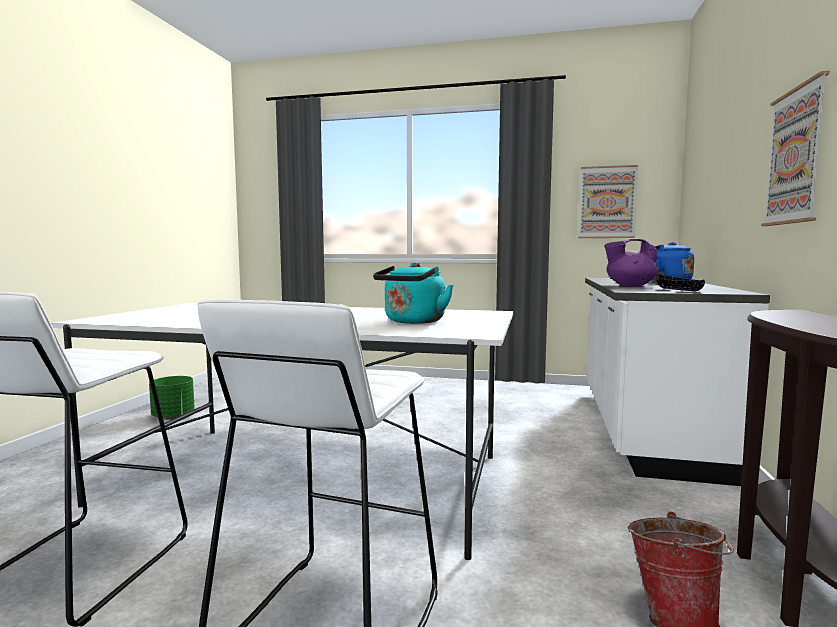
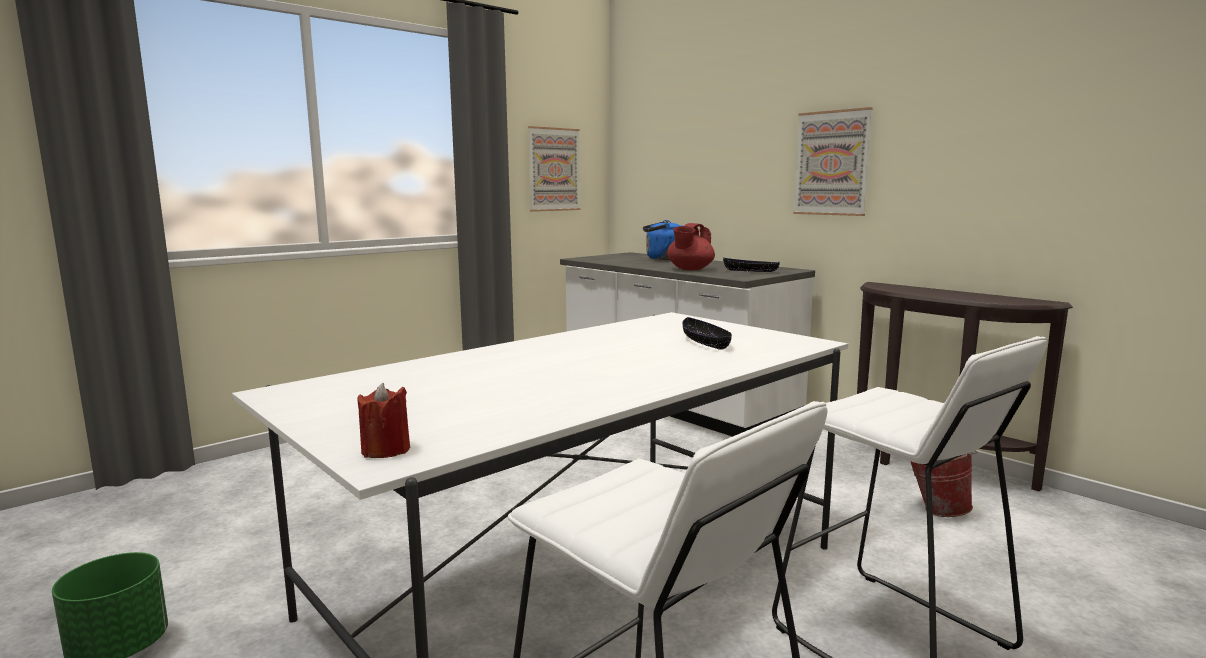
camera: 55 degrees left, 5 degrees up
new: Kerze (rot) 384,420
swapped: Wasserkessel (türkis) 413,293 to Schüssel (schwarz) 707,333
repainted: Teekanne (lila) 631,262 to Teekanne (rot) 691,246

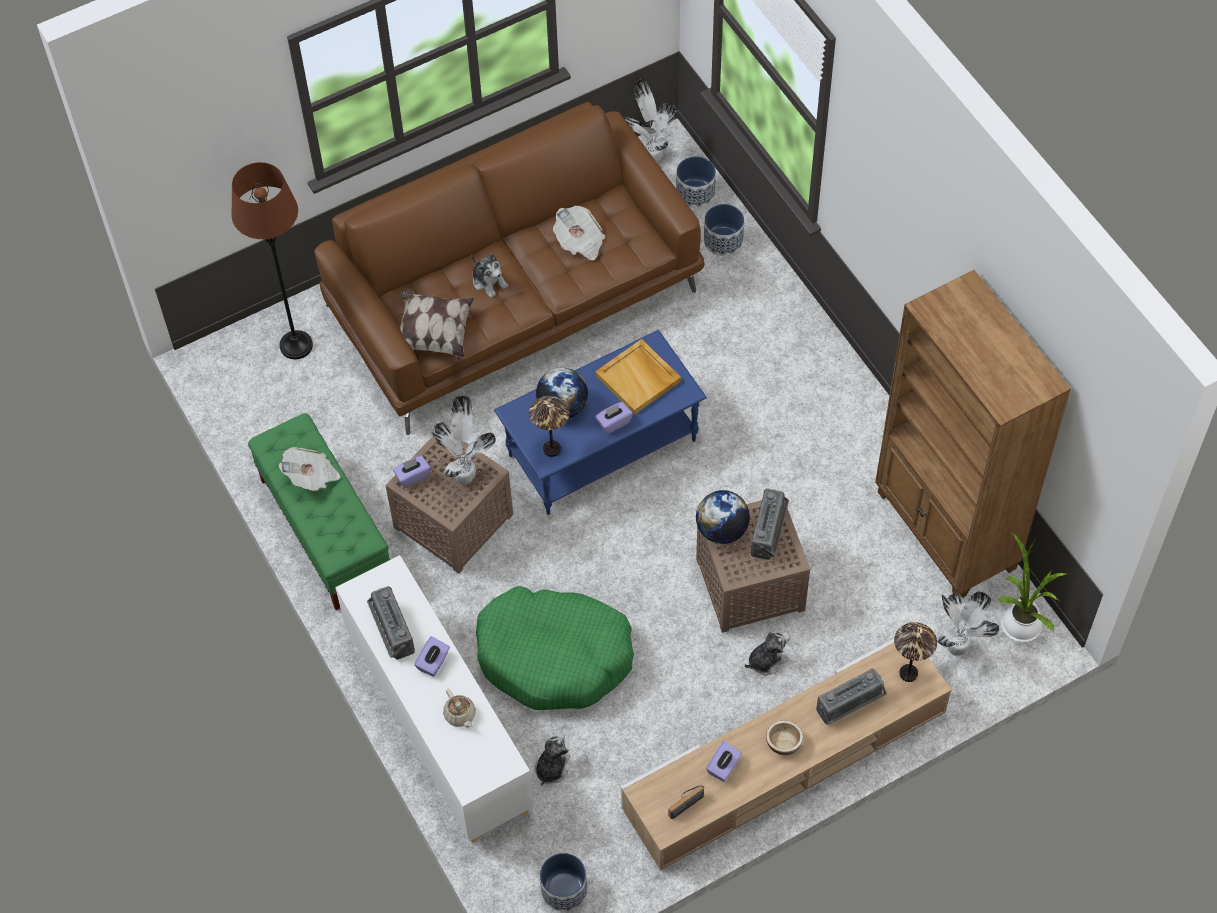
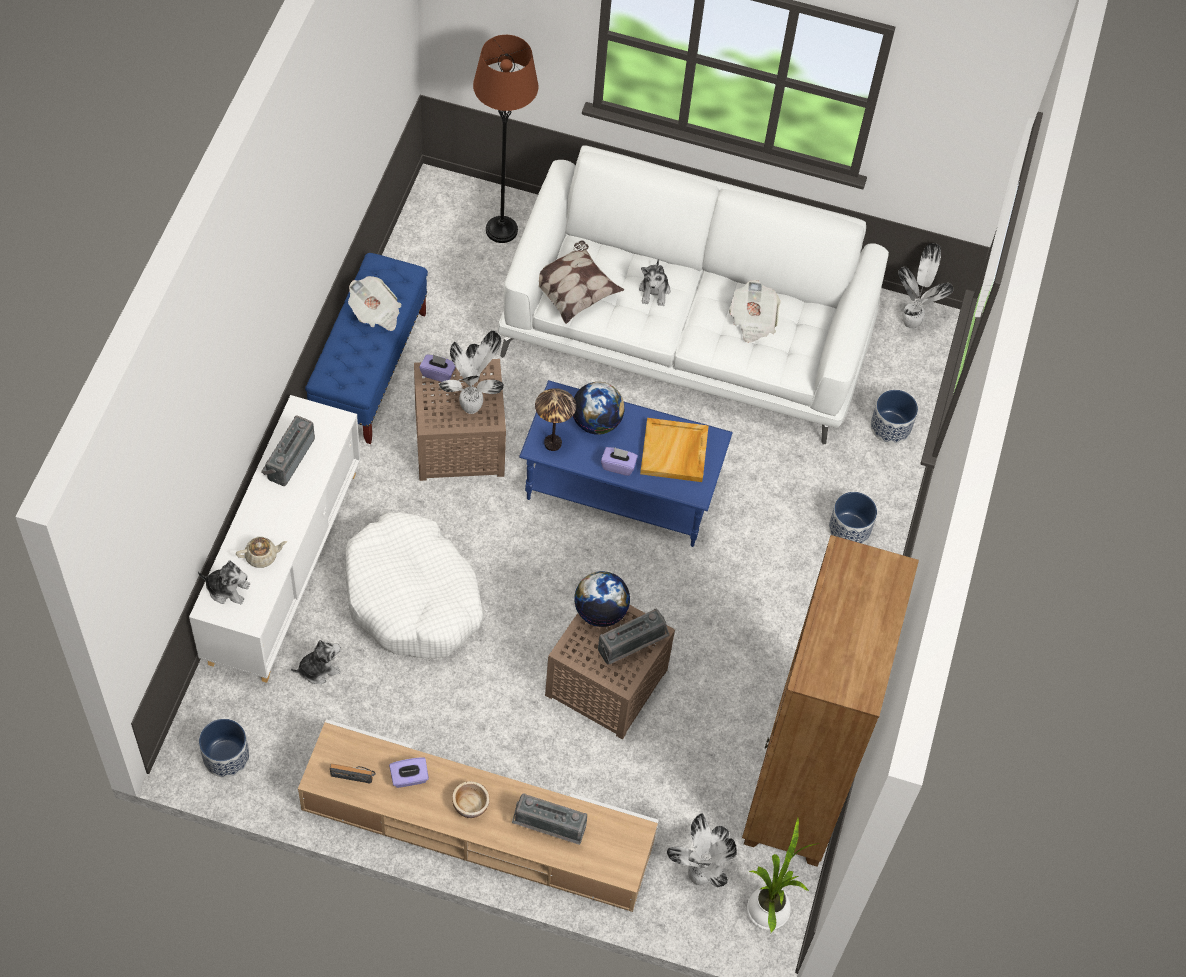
camera: 40 degrees right, 0 degrees up
gone: Taschentuchbox (lila) 432,656; Tischlampe 915,652
shifted: Pflanzkübel 696,182 to 853,518; Plüschtier 767,653 to 224,582
repainted: Bank (grün) 319,511 to Bank (blau) 366,348; Sofa (braun) 509,268 to Sofa (weiß) 693,295; Hundebett (grün) 555,648 to Hundebett (weiß) 415,586
rotated: Teekanne (beige) 459,708 = 261,552 120 degrees counterclockwise

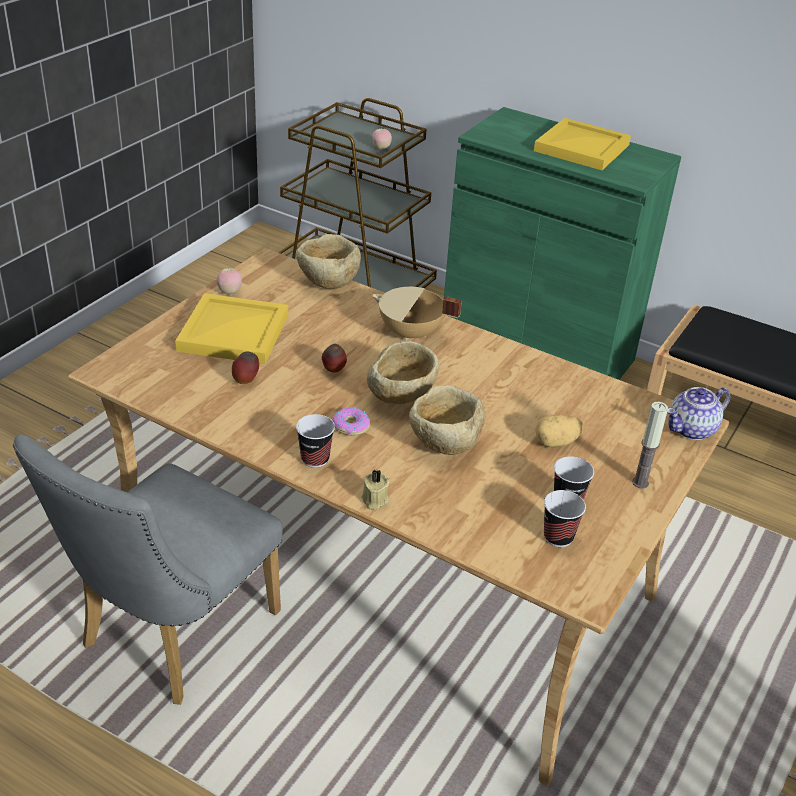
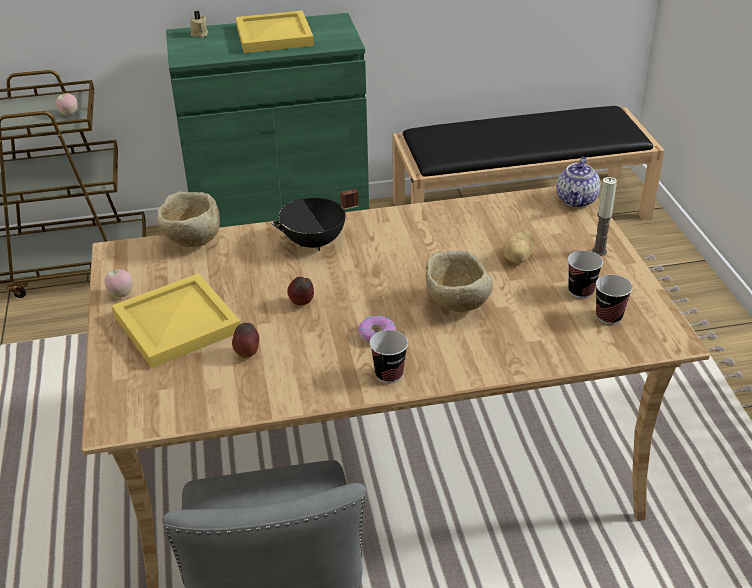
camera: 40 degrees left, 0 degrees up
gone: Schüssel (beige) 403,372
shifted: Kerze (beige) 375,489 to 199,24
repainted: Kochtopf (beige) 417,314 to Kochtopf (schwarz) 315,220

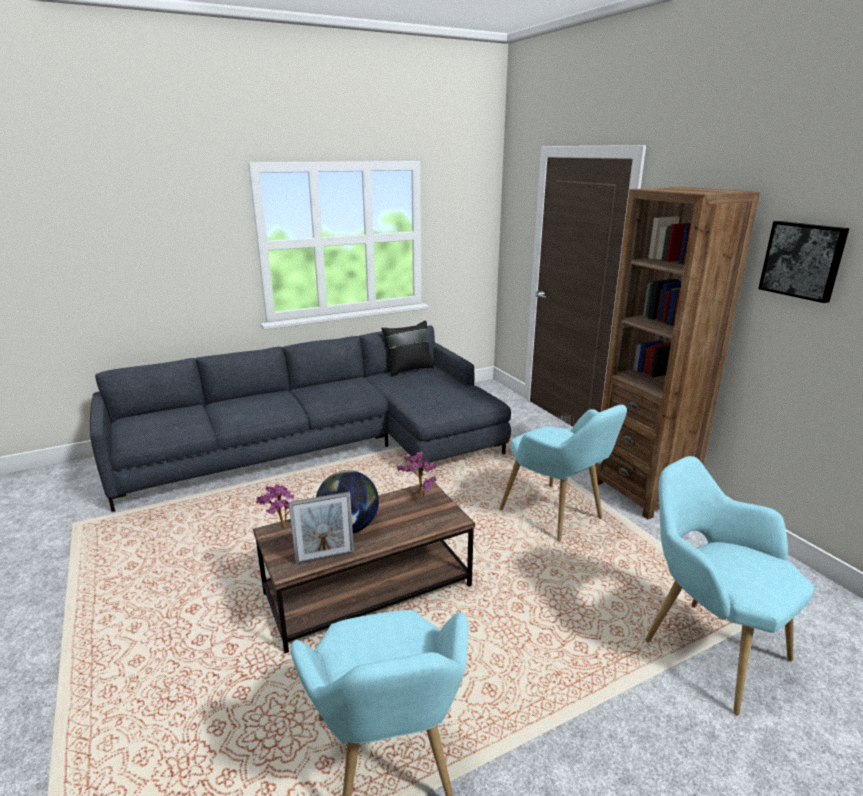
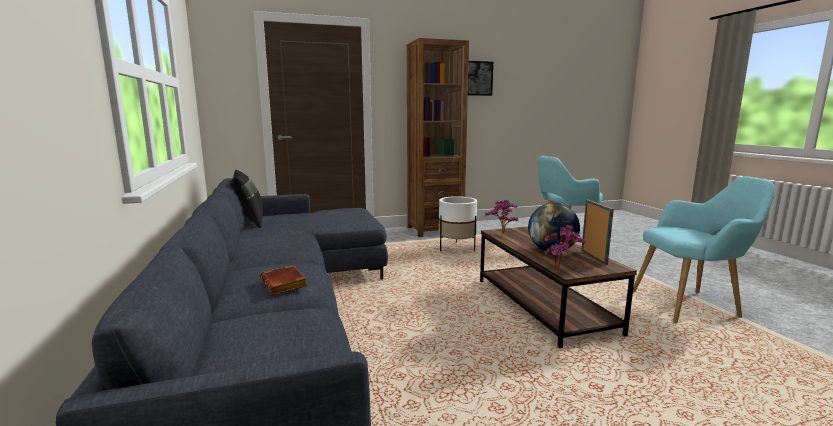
camera: 80 degrees left, 10 degrees down
new: Buch (braun) 283,280
swapped: Sessel (türkis) 563,473 to Pflanzkübel (weiß) 458,224

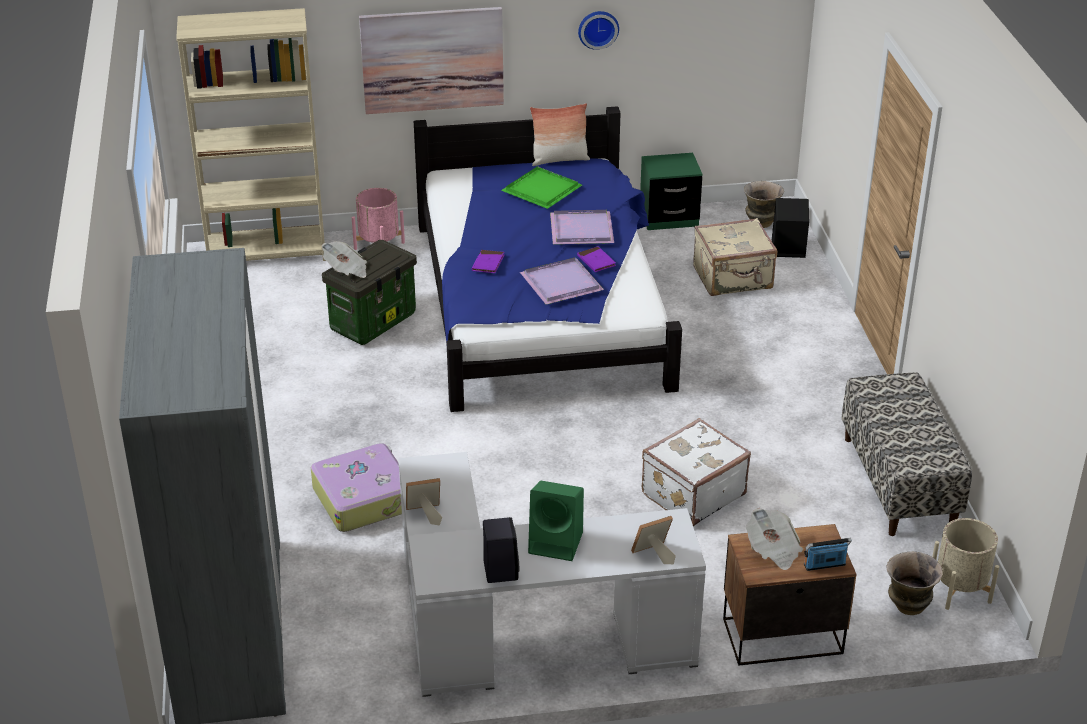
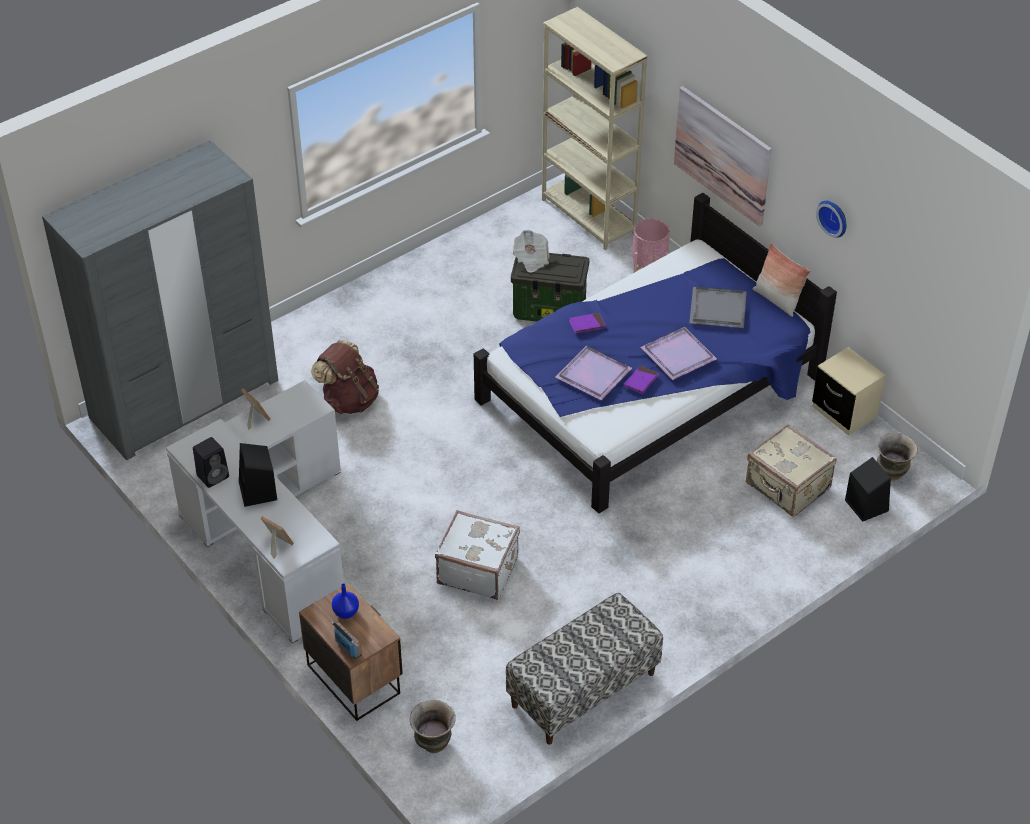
camera: 60 degrees right, 10 degrees up
gone: Pflanzkübel (beige) 965,564
swapped: Koffer 356,487 to Rucksack (braun) 345,377; Zeitung 774,539 to Vase (blau) 345,601
repainted: Tablett (grün) 541,187 to Tablett (grau) 717,307; Lautsprecher (grün) 556,521 to Lautsprecher (schwarz) 258,475; Nachttisch (grün) 671,191 to Nachttisch (beige) 849,391

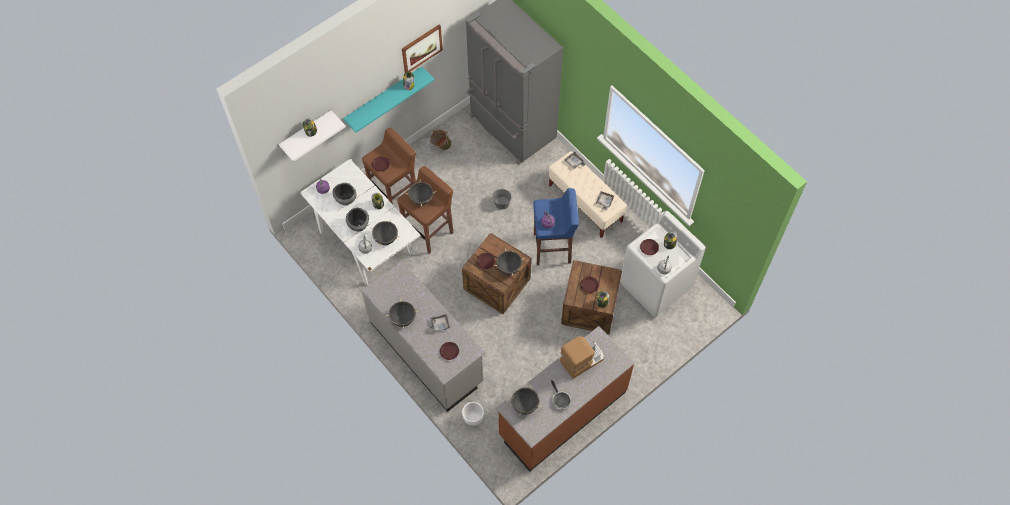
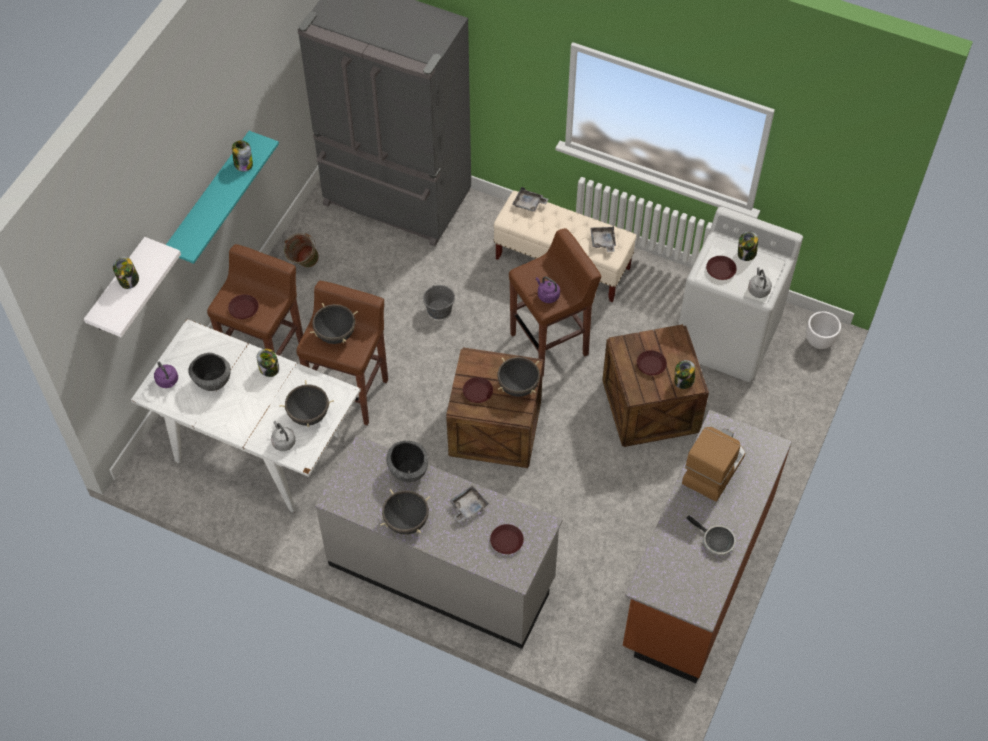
camera: 25 degrees left, 5 degrees down
gone: Bild 422,49; Kochtopf (schwarz) 525,400
shifted: Schüssel 357,219 to 407,461; Pflanzkübel (weiß) 473,414 to 823,330
repainted: Hocker (blau) 556,227 to Hocker (braun) 555,302

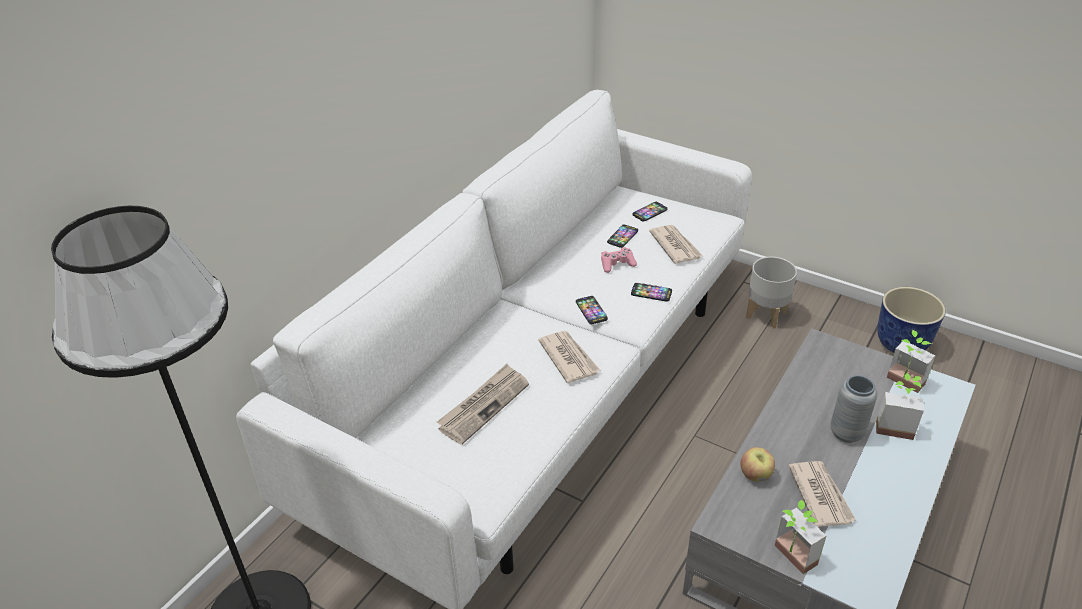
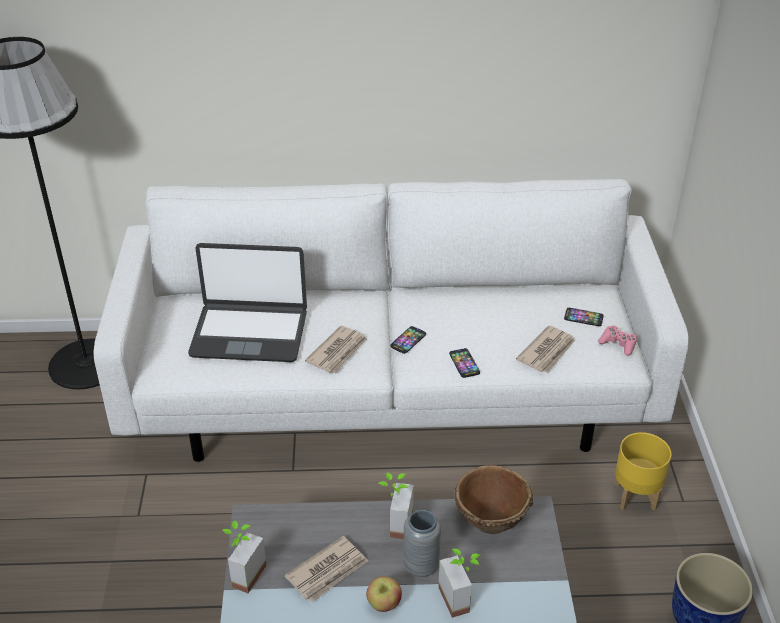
camera: 55 degrees right, 0 degrees up
gone: Handy 622,236
new: Schüssel (braun) 493,499
shifted: Gamepad (rosa) 619,260 to 617,340; Apfel 757,464 to 384,594; Topfpflanze 911,361 to 396,506
swapped: Zeitung 483,404 to Laptop 247,302
repainted: Pflanzkübel (grau) 771,292 to Pflanzkübel (gelb) 643,471

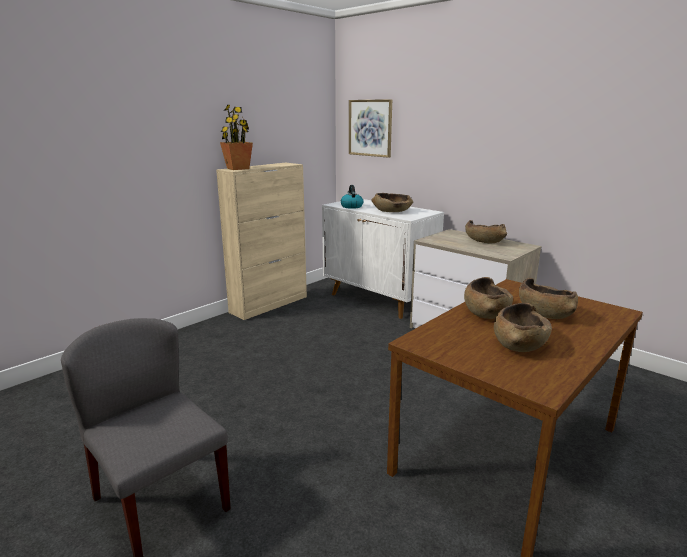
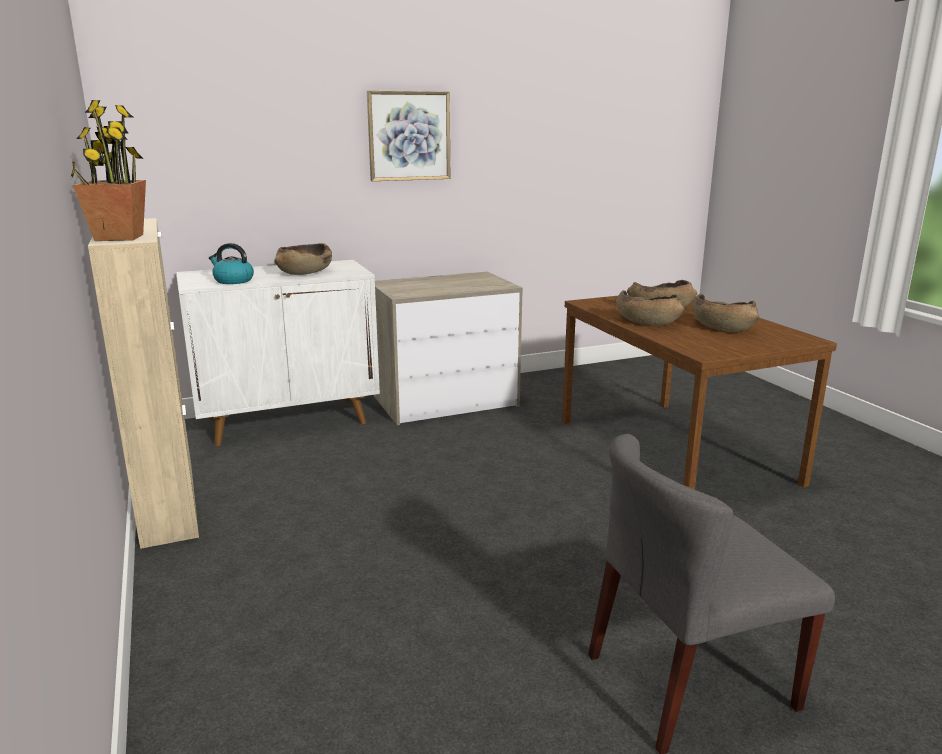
camera: 65 degrees left, 0 degrees up
gone: Schüssel (braun) 486,231
shifted: Bild 370,128 to 408,136

